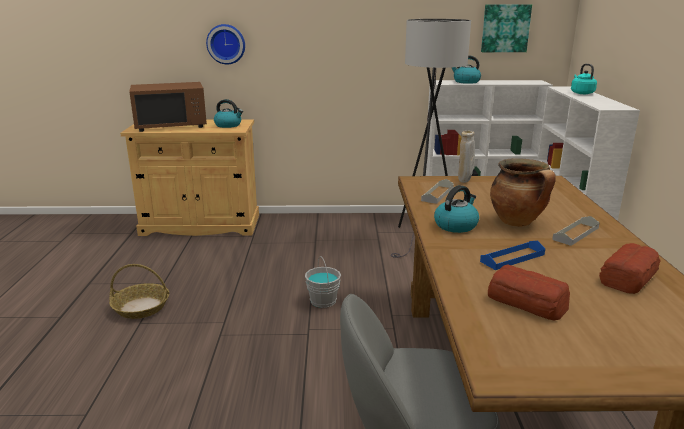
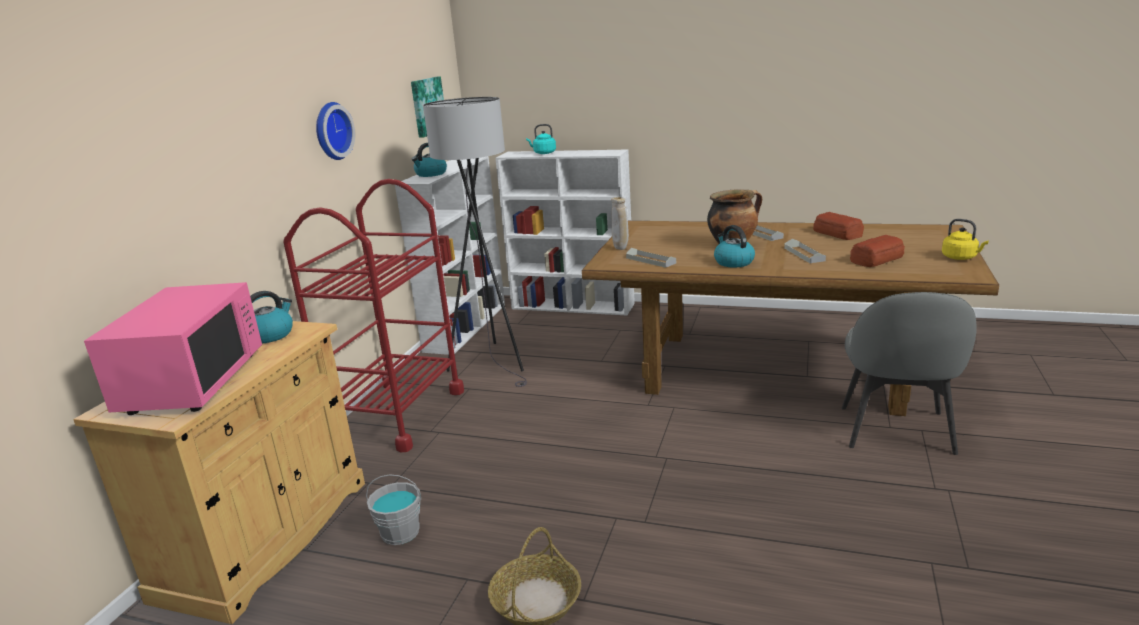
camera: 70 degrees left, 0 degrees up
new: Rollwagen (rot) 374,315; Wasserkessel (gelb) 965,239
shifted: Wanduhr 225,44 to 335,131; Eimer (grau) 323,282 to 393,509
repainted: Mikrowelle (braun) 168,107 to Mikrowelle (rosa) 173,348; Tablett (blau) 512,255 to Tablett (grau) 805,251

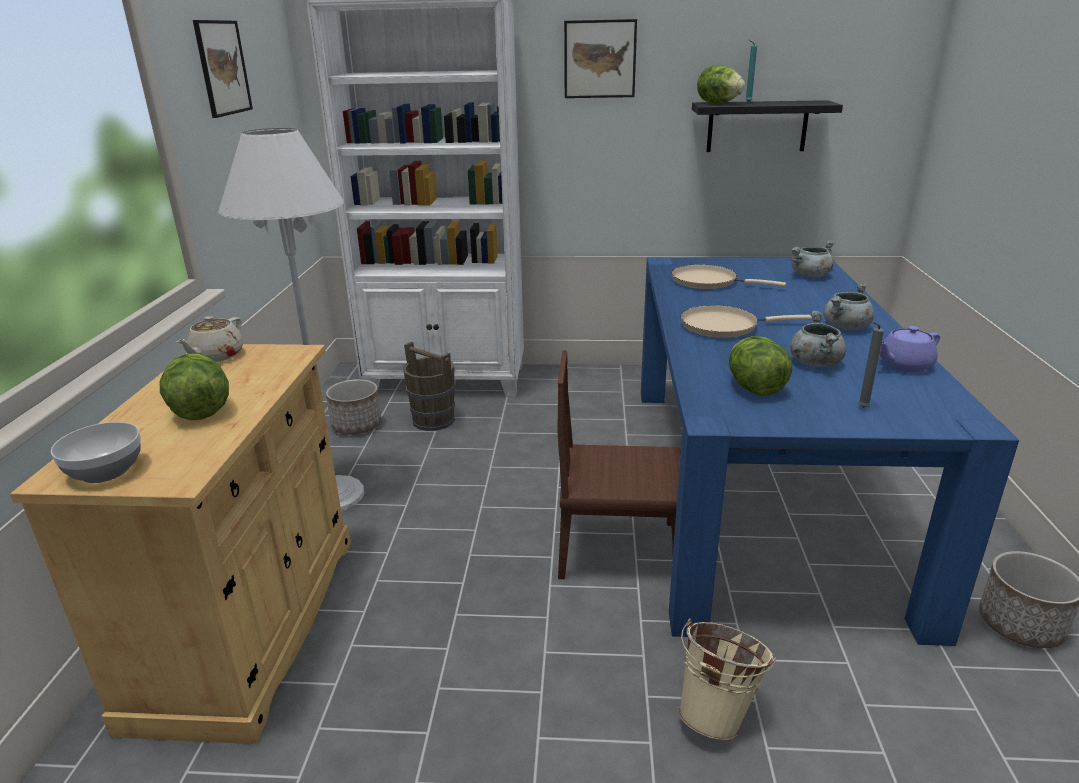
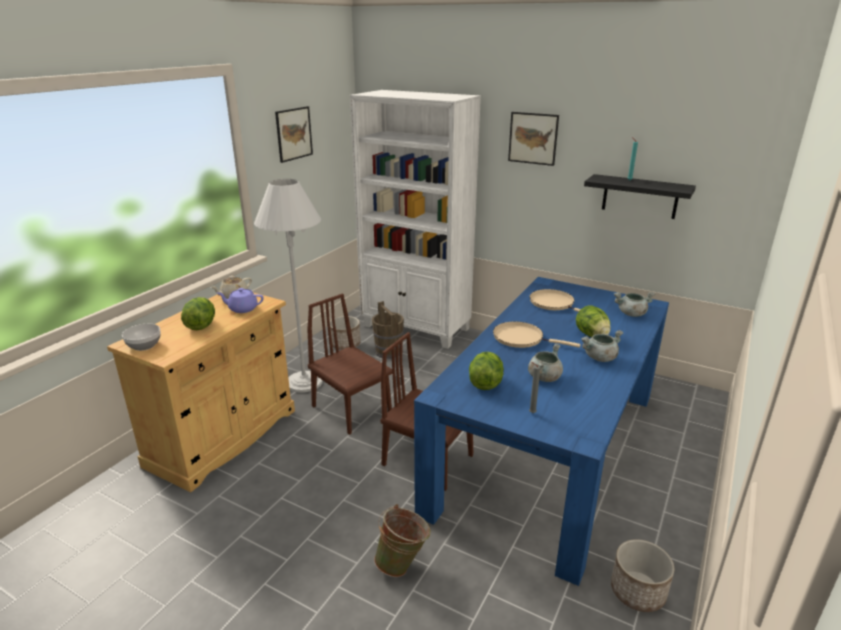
camera: 25 degrees right, 0 degrees up
new: Stuhl (braun) 349,364
shifted: Salatkopf 721,84 to 593,321; Teekanne (lila) 909,349 to 240,300
repainted: Eimer (beige) 727,679 to Eimer (grün) 402,540

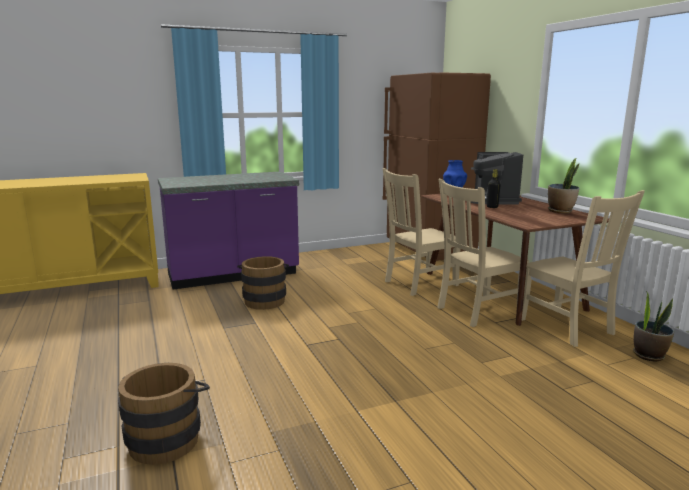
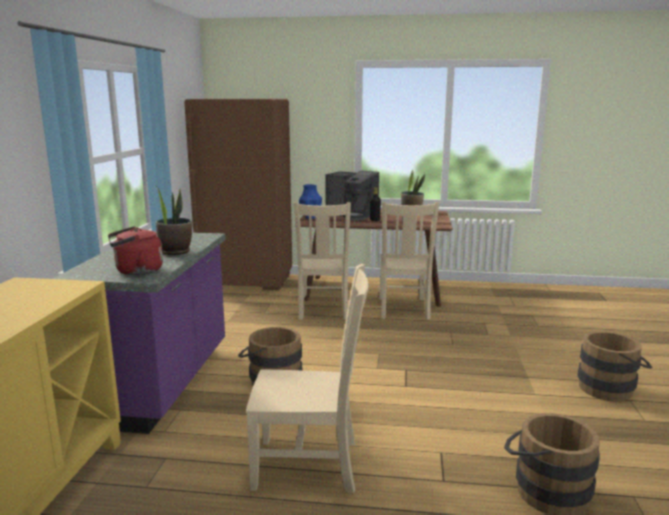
camera: 60 degrees left, 0 degrees up
new: Wasserkessel (rot) 135,250; Eimer (braun) 614,366
shifted: Stuhl (beige) 583,268 to 307,378; Topfpflanze 653,326 to 174,220

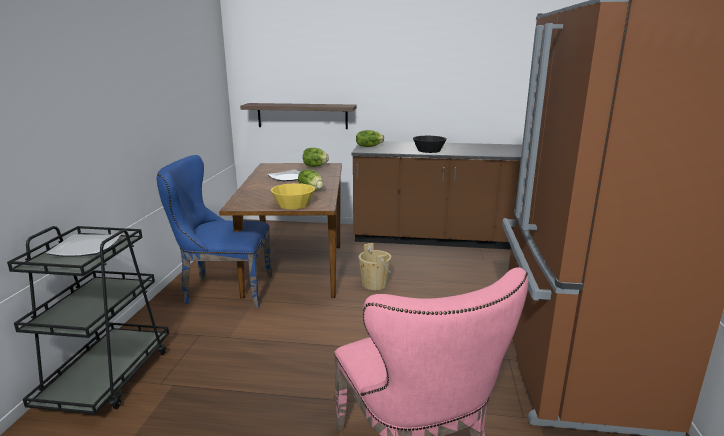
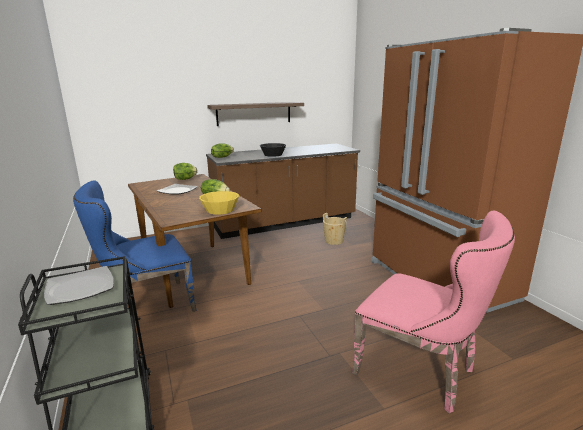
camera: 30 degrees left, 0 degrees up
shifted: Wandregal 298,116 to 255,114; Eimer (beige) 375,266 to 335,229

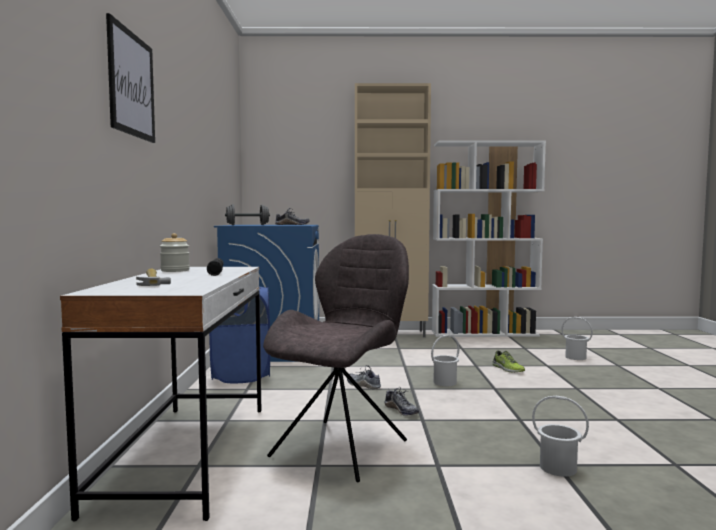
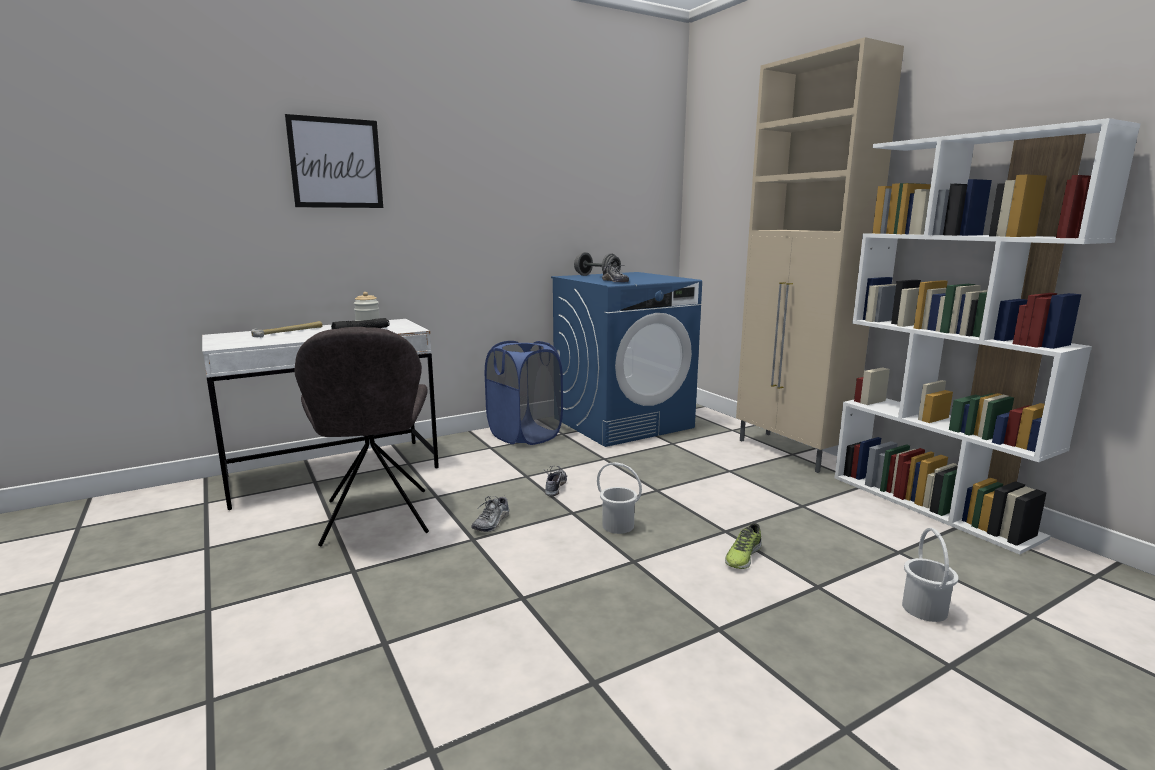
camera: 60 degrees right, 10 degrees up
gone: Eimer (weiß) 560,436
rotated: Stuhl (grau) 336,358 = 362,437 75 degrees clockwise

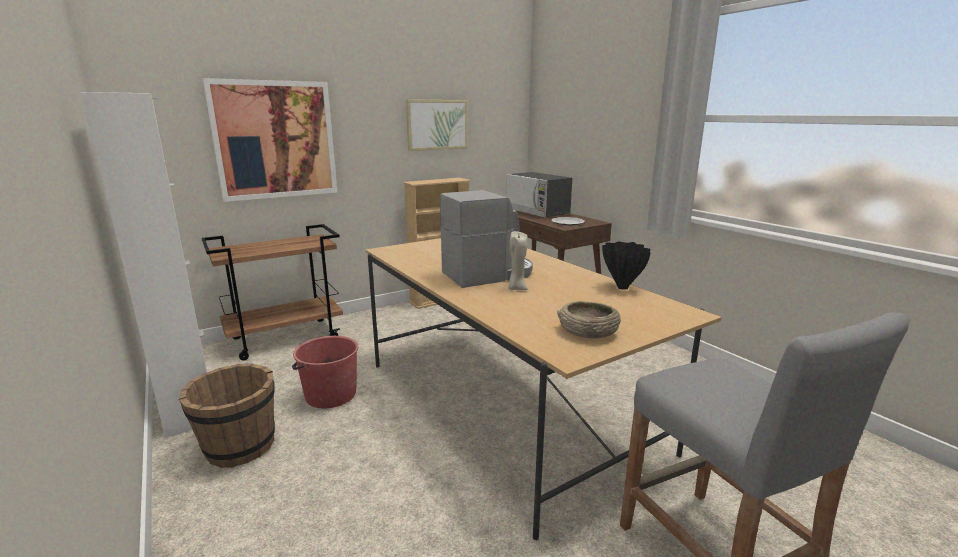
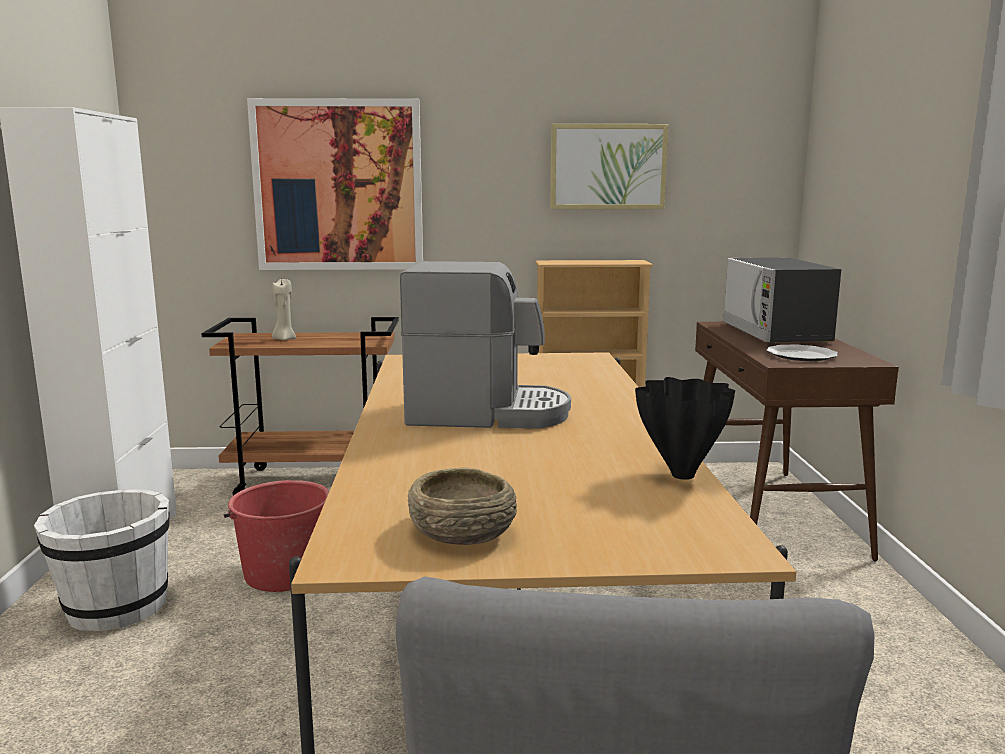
camera: 30 degrees right, 5 degrees down
shifted: Kerze (beige) 518,260 to 284,309
repainted: Eimer (braun) 227,416 to Eimer (weiß) 102,560

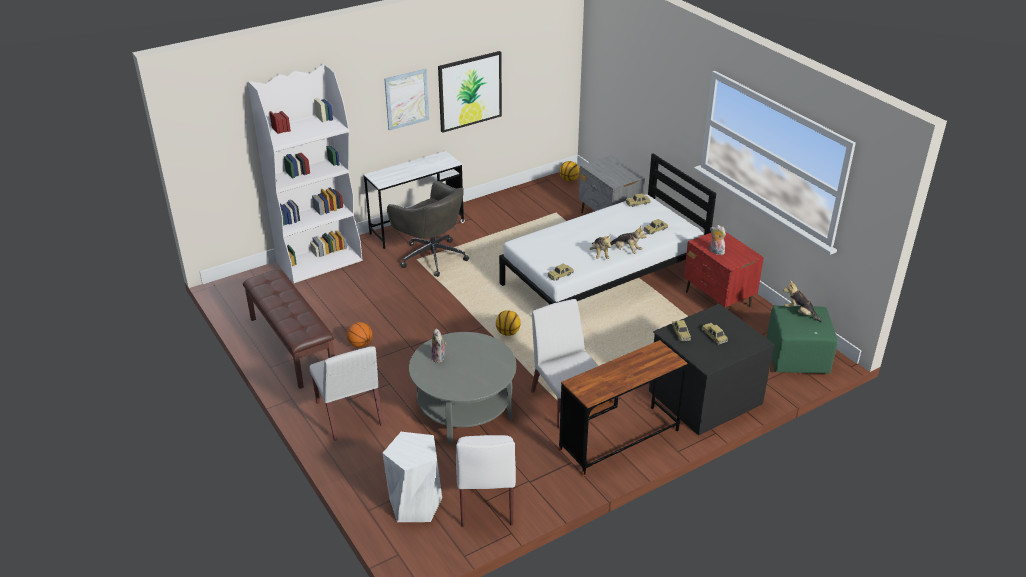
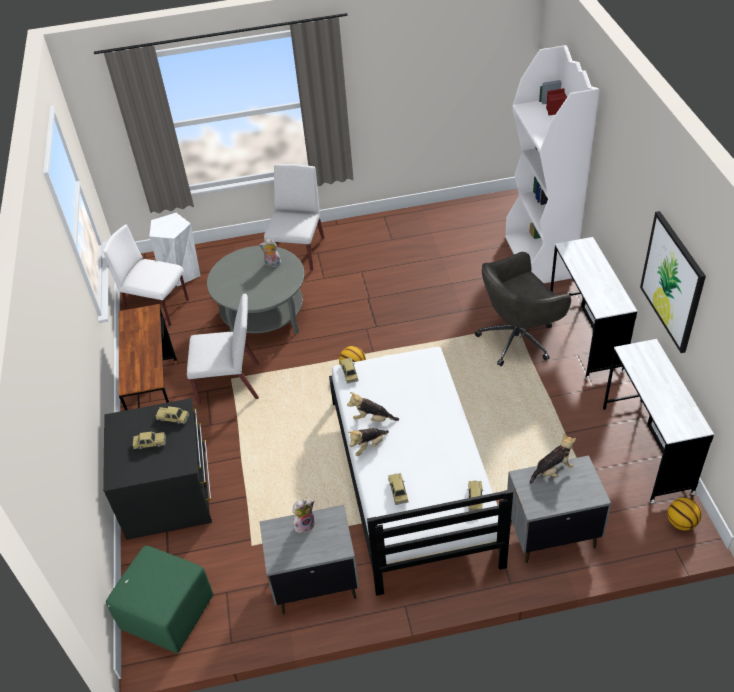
camera: 115 degrees right, 10 degrees up
gone: Bank (braun) 289,329; Basketball 360,335; Bild 406,99
new: Schreibtisch (weiß) 658,421
shifted: Plüschtier 802,301 to 552,459
repainted: Nachttisch (rot) 724,270 to Nachttisch (grau) 309,559
rotated: Stuhl (weiß) 346,393 = 294,217 105 degrees clockwise

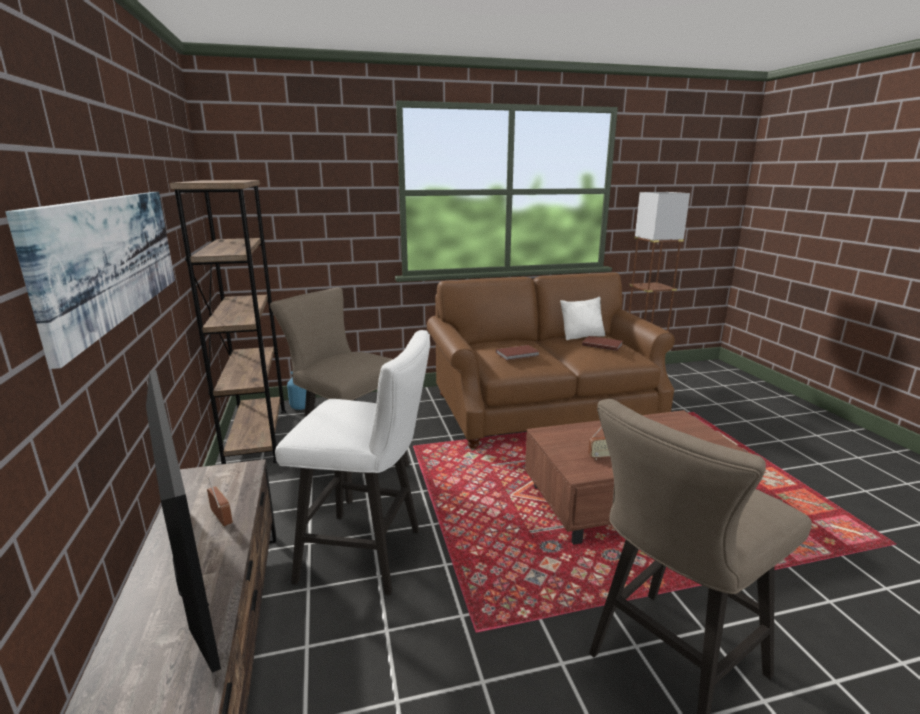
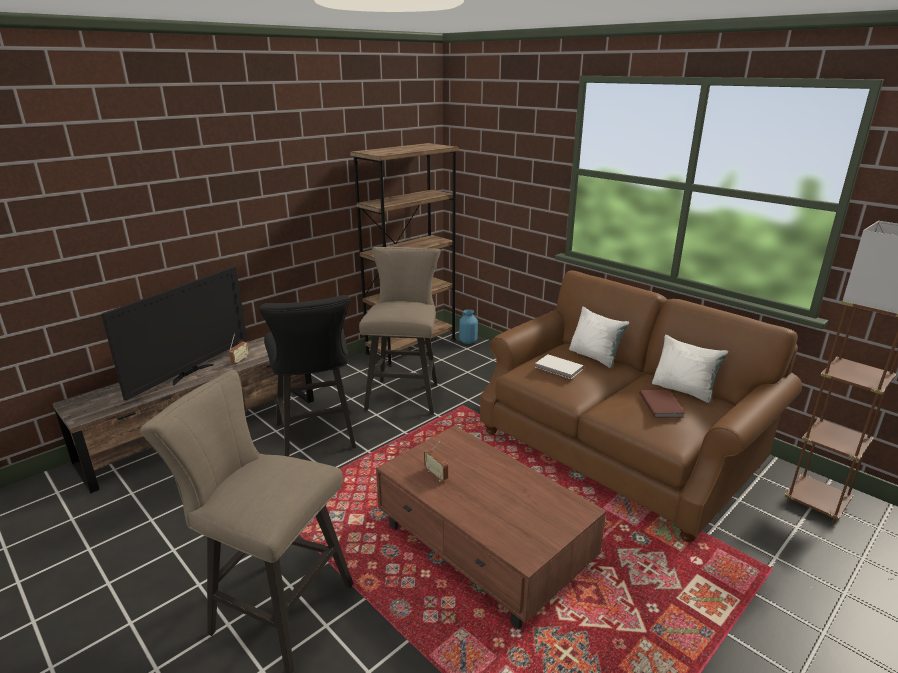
camera: 60 degrees right, 5 degrees up
gone: Bild 90,280
new: Kissen (weiß) 599,337
repainted: Hocker (weiß) 352,462 to Hocker (schwarz) 307,376; Buch (braun) 517,353 to Buch (weiß) 559,366

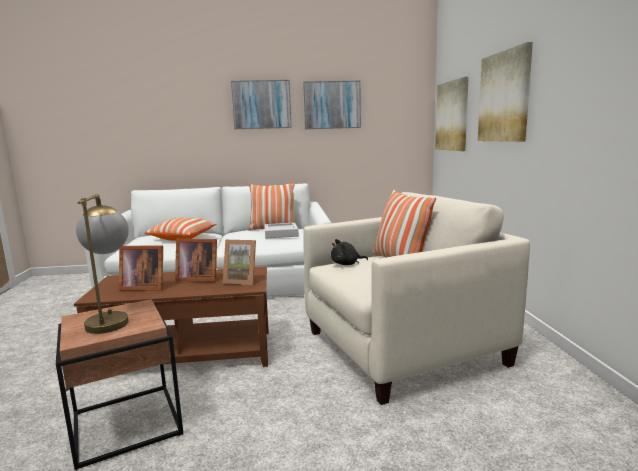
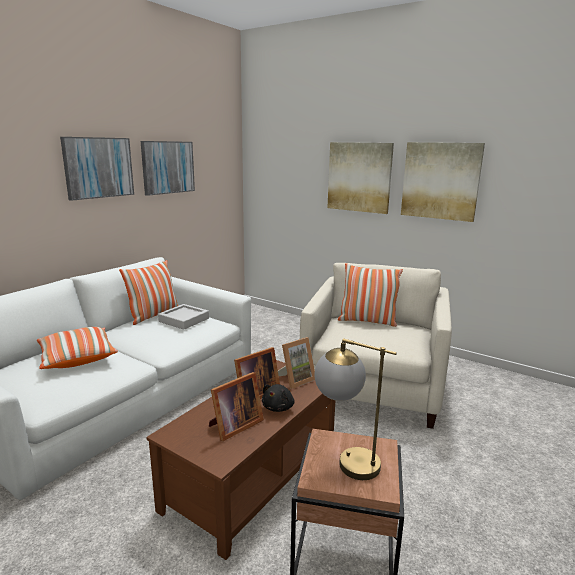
camera: 50 degrees left, 5 degrees up
shifted: Plüschtier (schwarz) 349,252 to 278,398; Bild 451,114 to 443,182

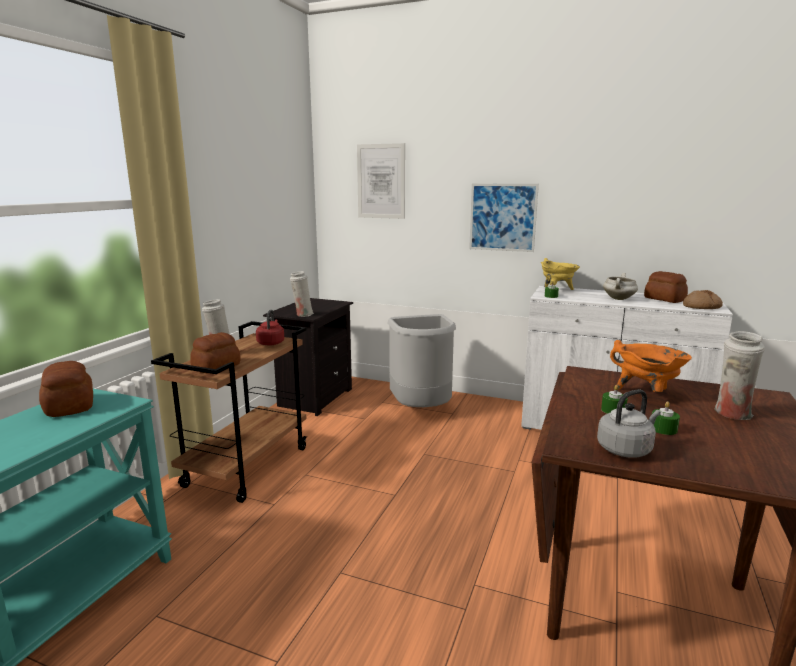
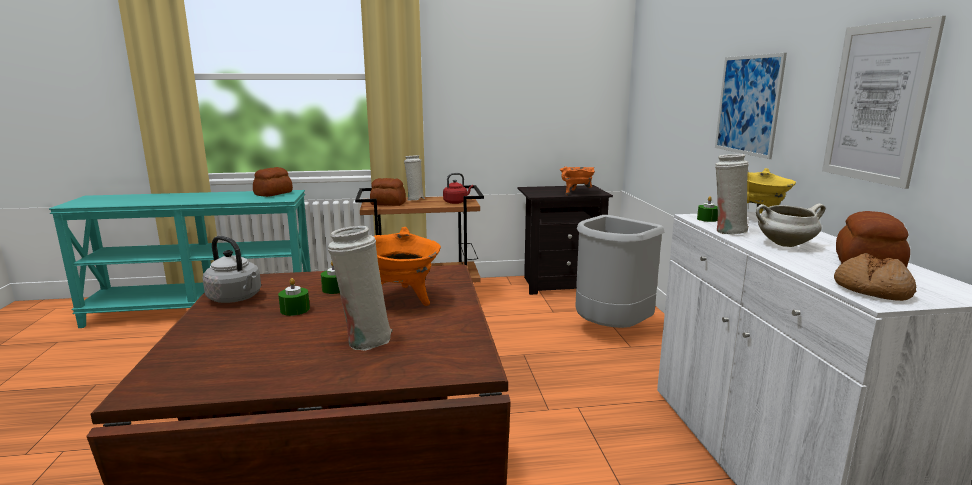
camera: 60 degrees right, 0 degrees up
new: Kochtopf (orange) 577,180
shifted: Vase (weiß) 302,294 to 732,194; Bild 381,181 to 884,102

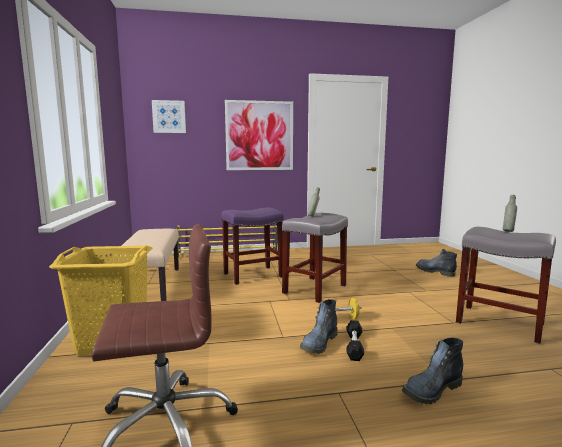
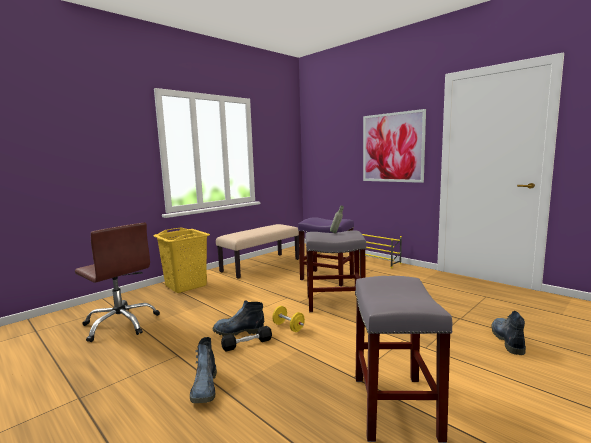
camera: 55 degrees right, 0 degrees up
gone: Bild 169,116; Flasche (grau) 510,213
rotated: Stiefel 432,371 = 203,370 120 degrees counterclockwise

